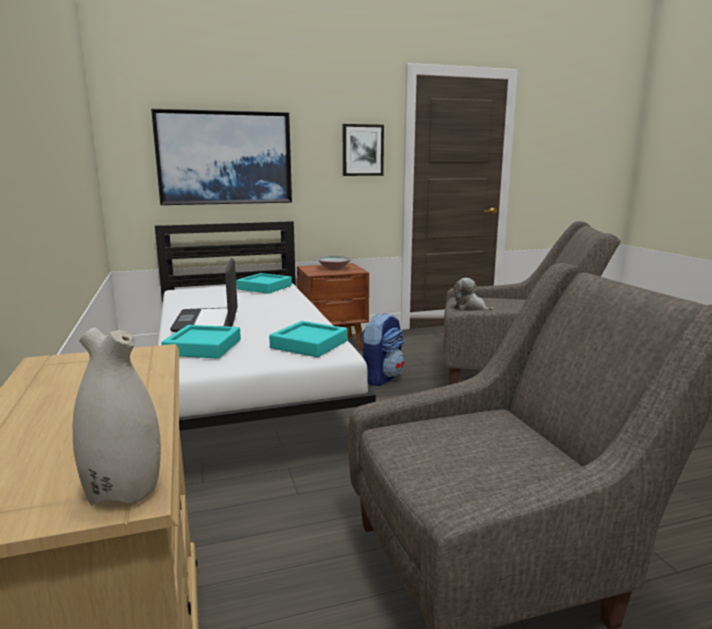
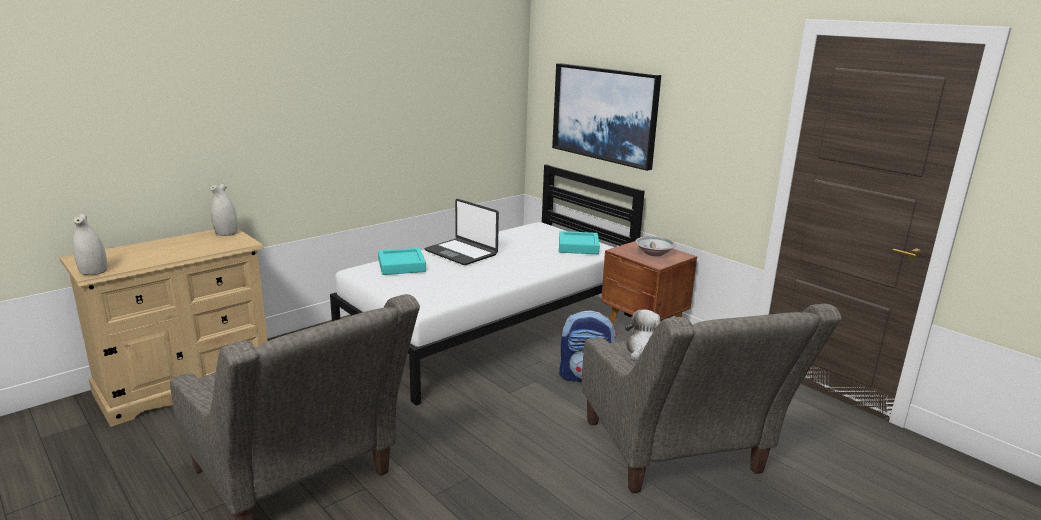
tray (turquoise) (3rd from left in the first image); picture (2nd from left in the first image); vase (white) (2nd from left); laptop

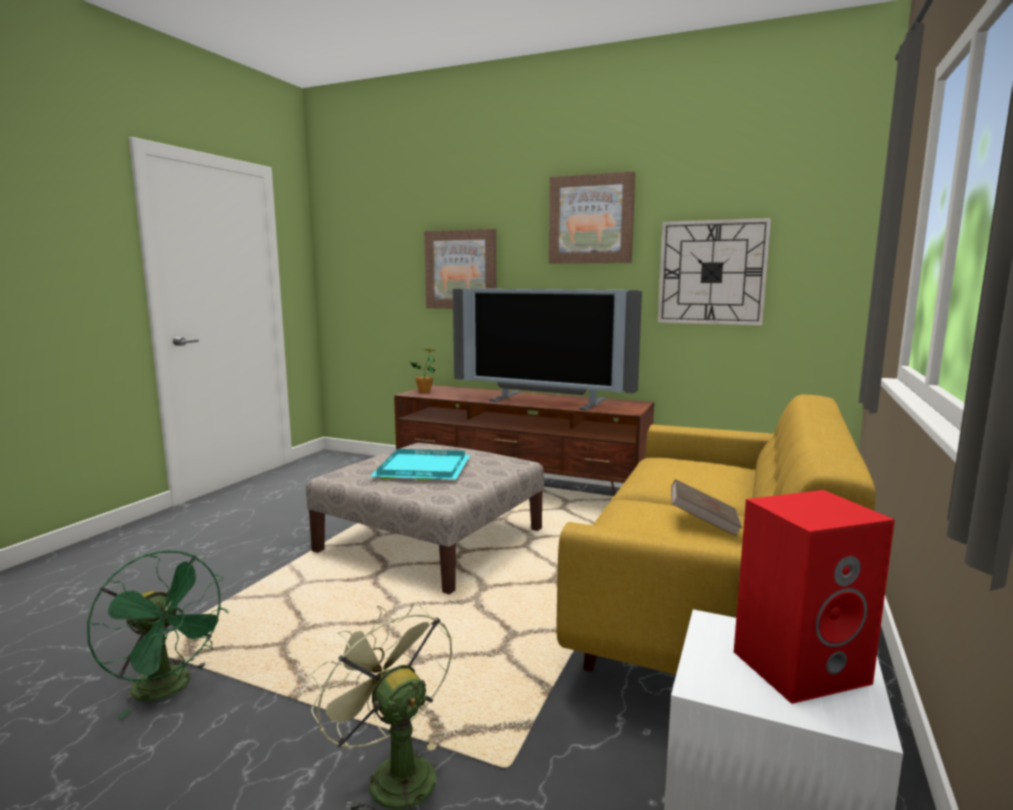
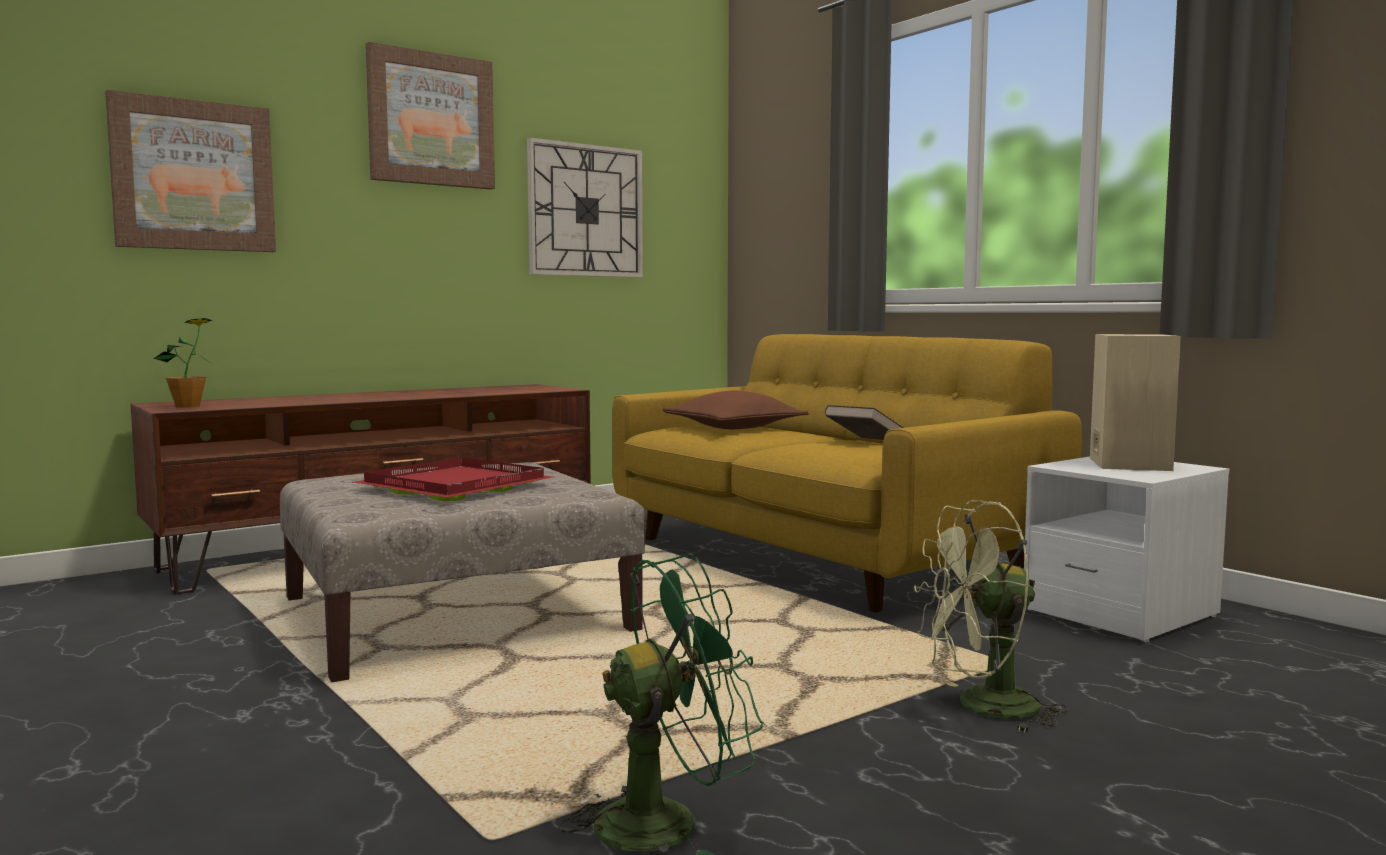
television; pillow (brown); tray (red); speaker (beige)

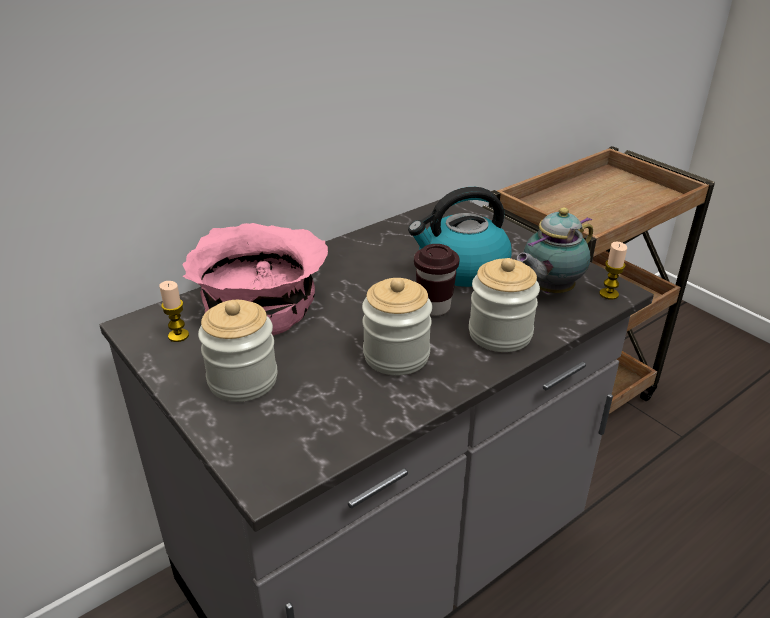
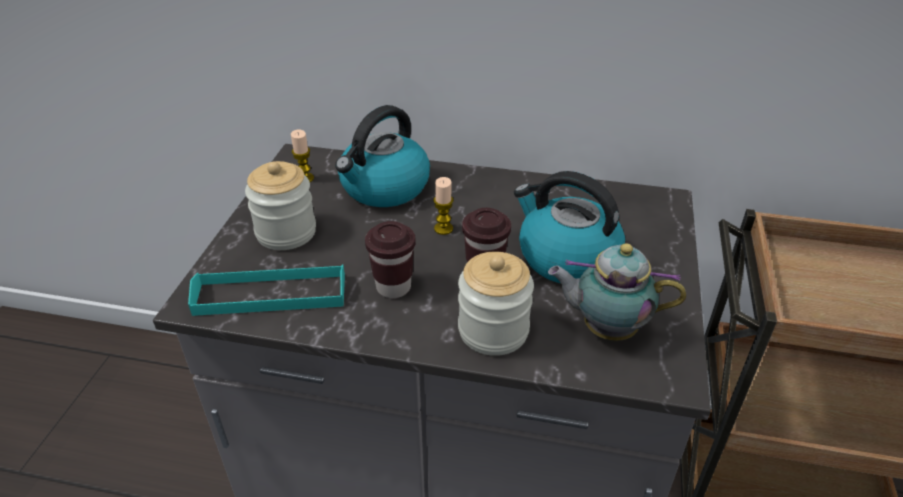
tray (turquoise); candle (2nd from left); kettle (1st from left); cup (brown) (1st from left)

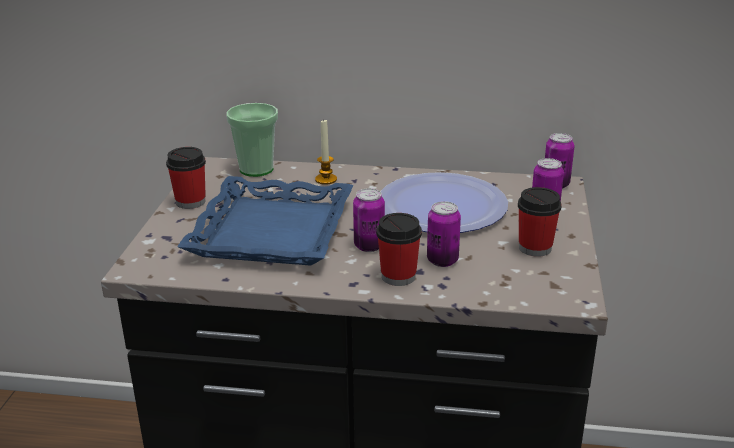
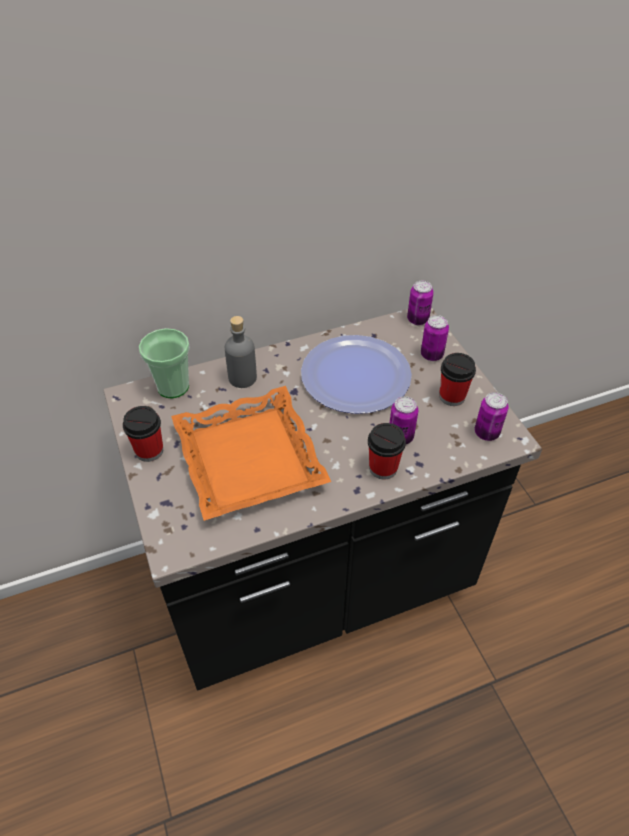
can (4th from left); bottle (grey); tray (orange)

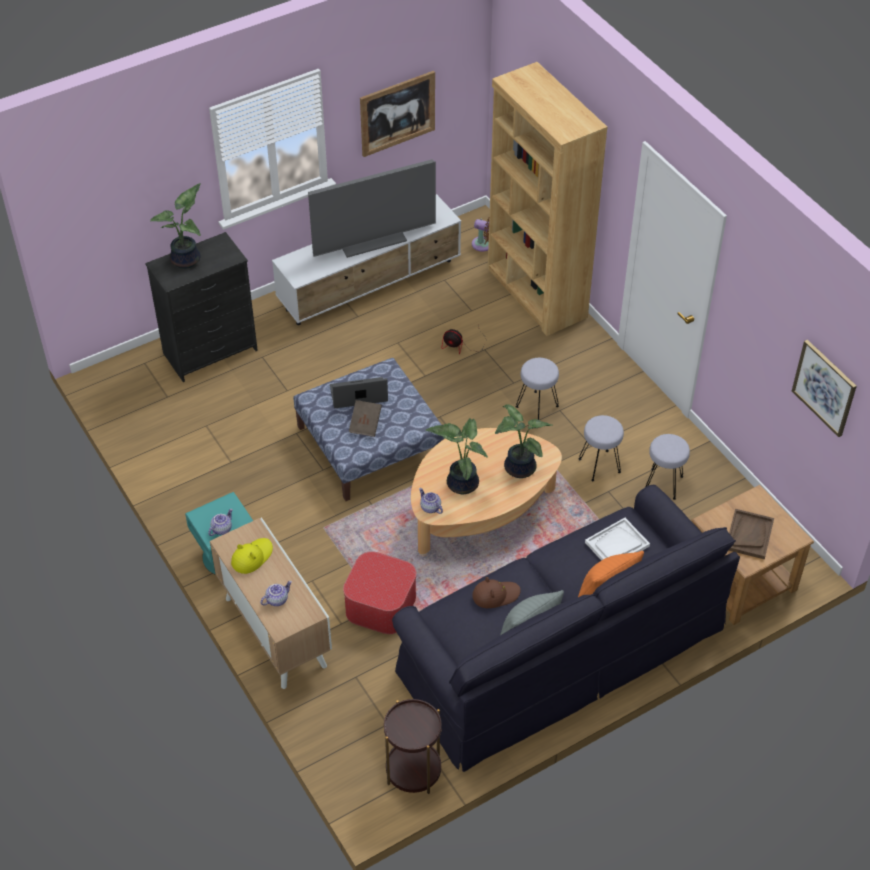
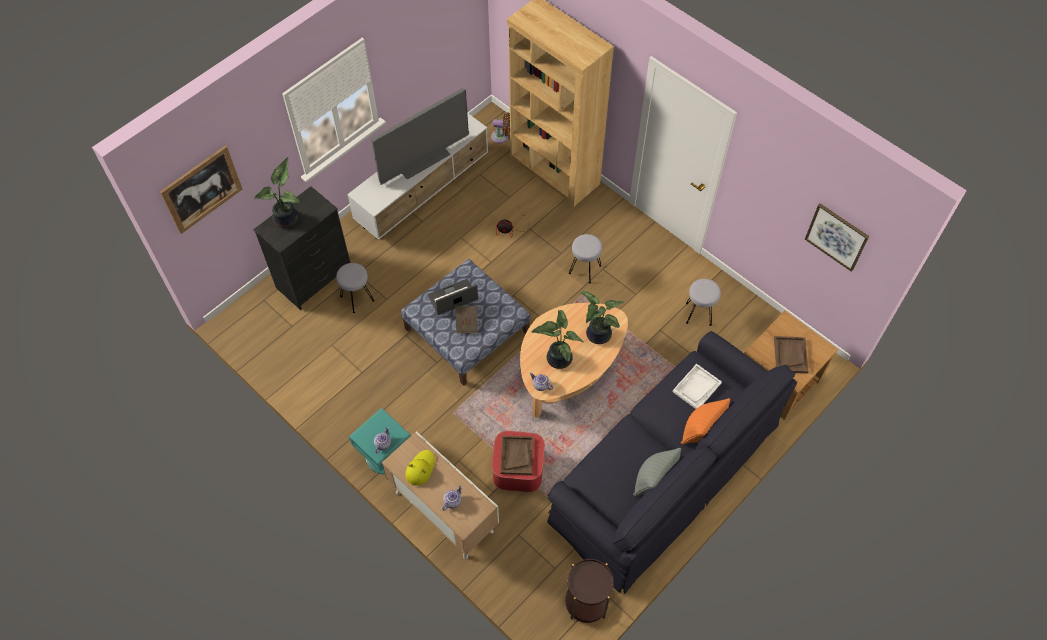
hat (brown); tray (brown) (1st from left); picture (1st from left); stool (grey) (1st from left)

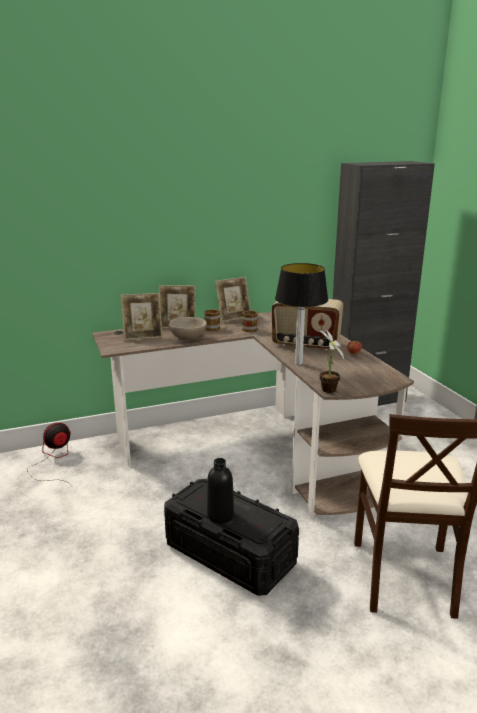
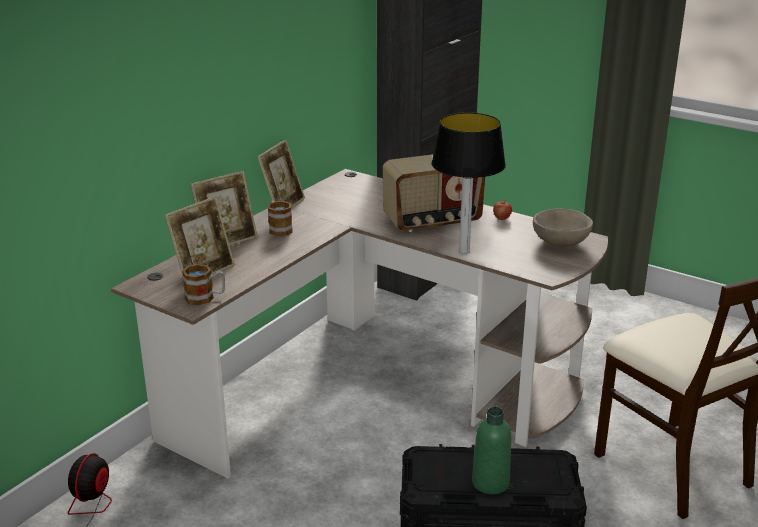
potted plant; bowl (beige); mug (1st from left); bottle (green)

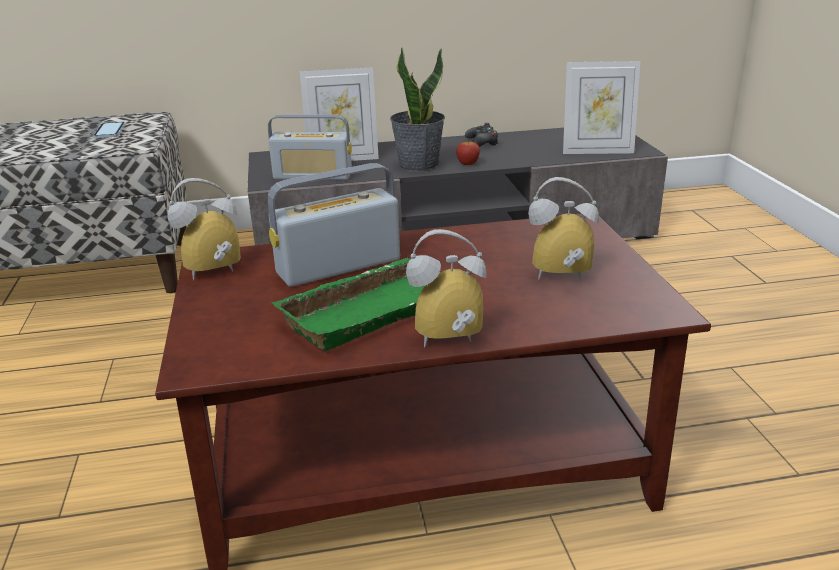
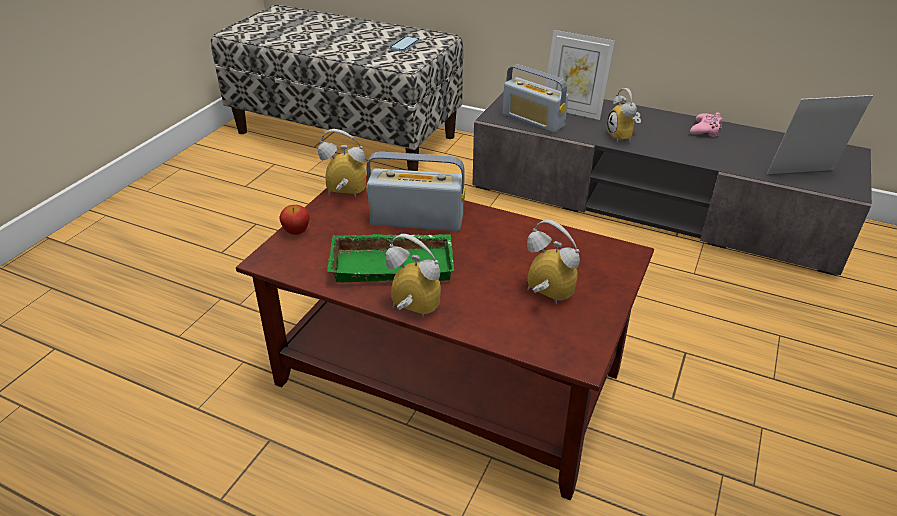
apple; alarm clock (4th from left); game controller (pink); picture frame (2nd from left)

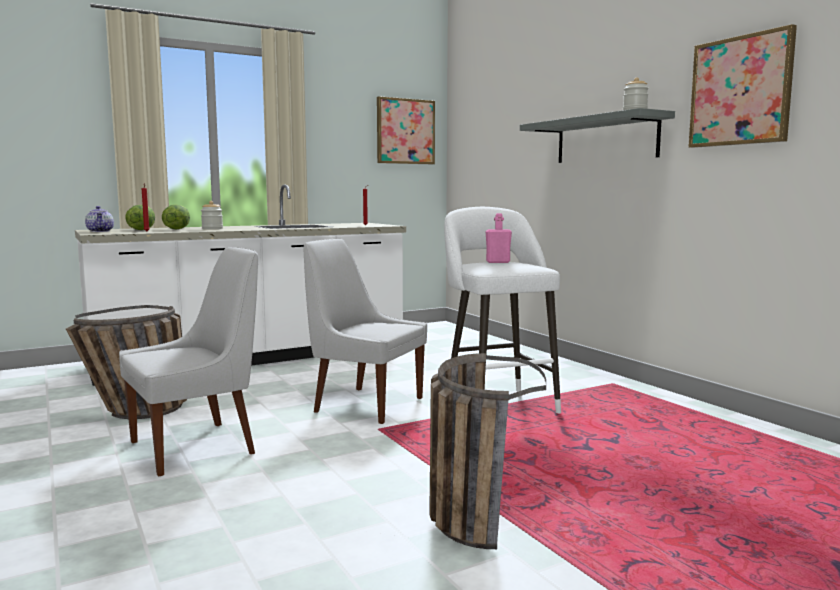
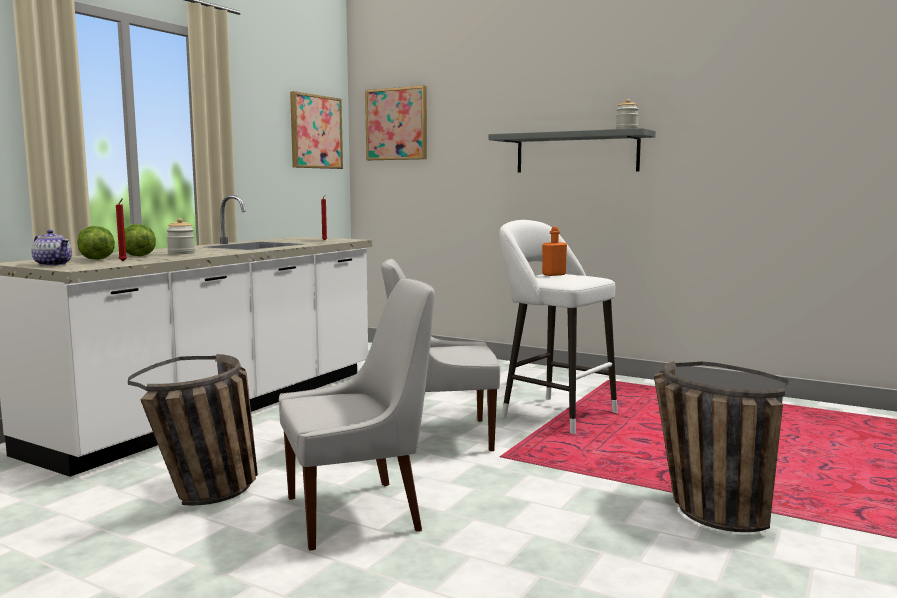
picture (2nd from left); bottle (orange); chair (white) (1st from left)

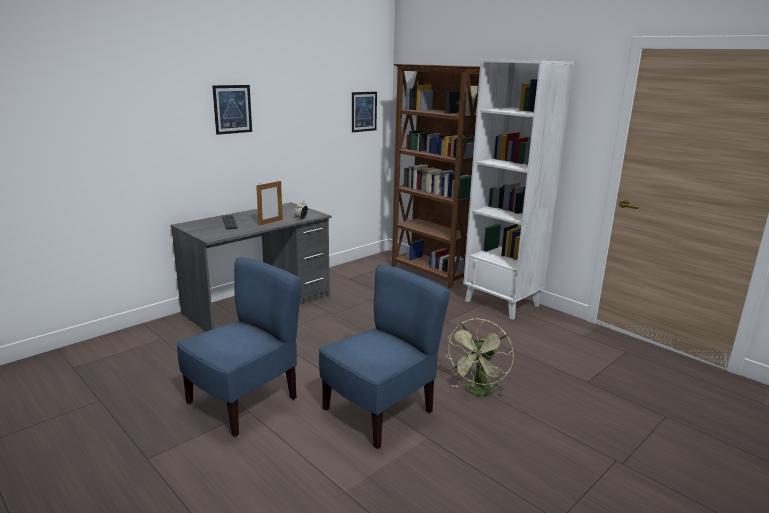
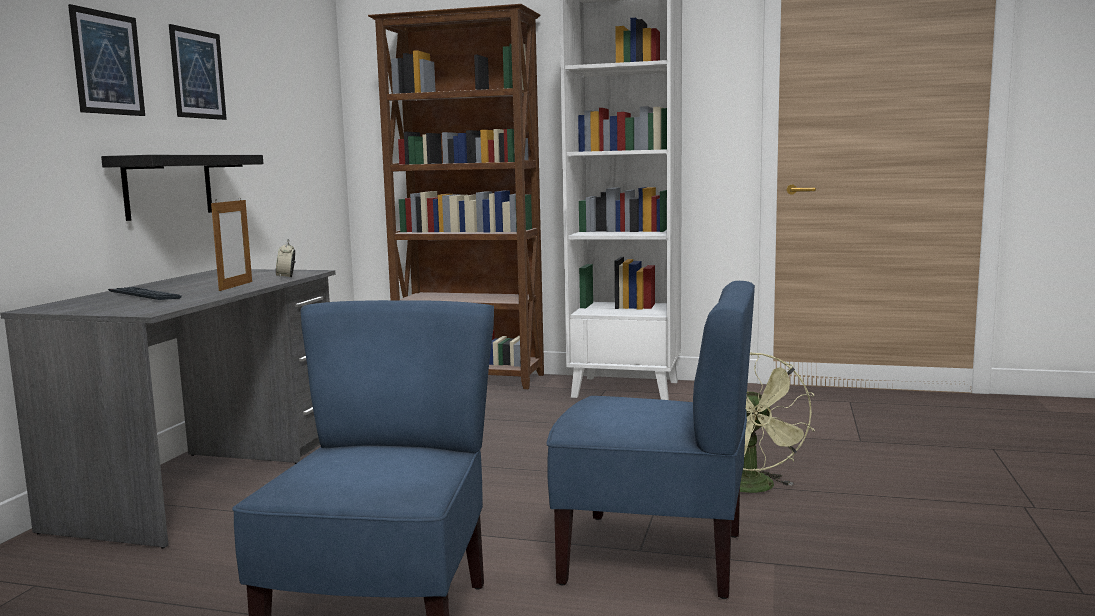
shelf (black); picture (2nd from left); chair (blue) (2nd from left)

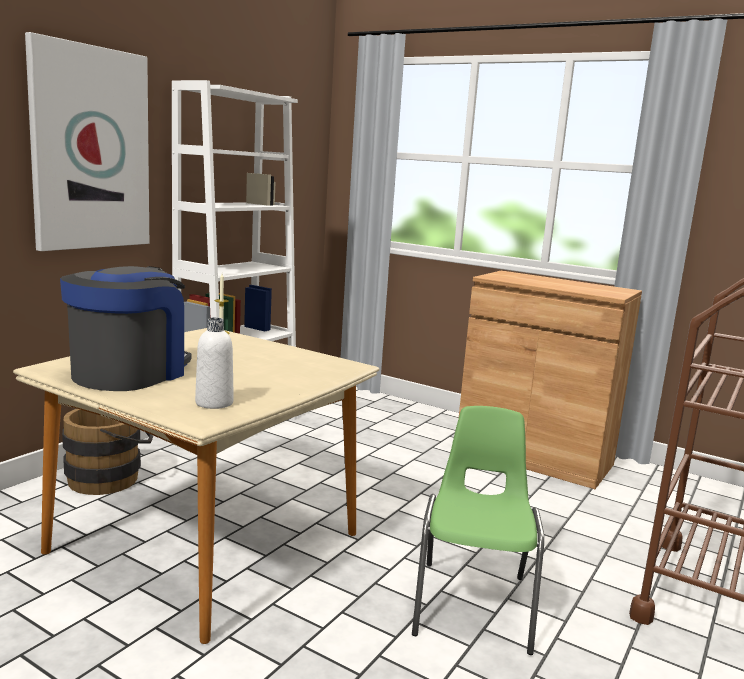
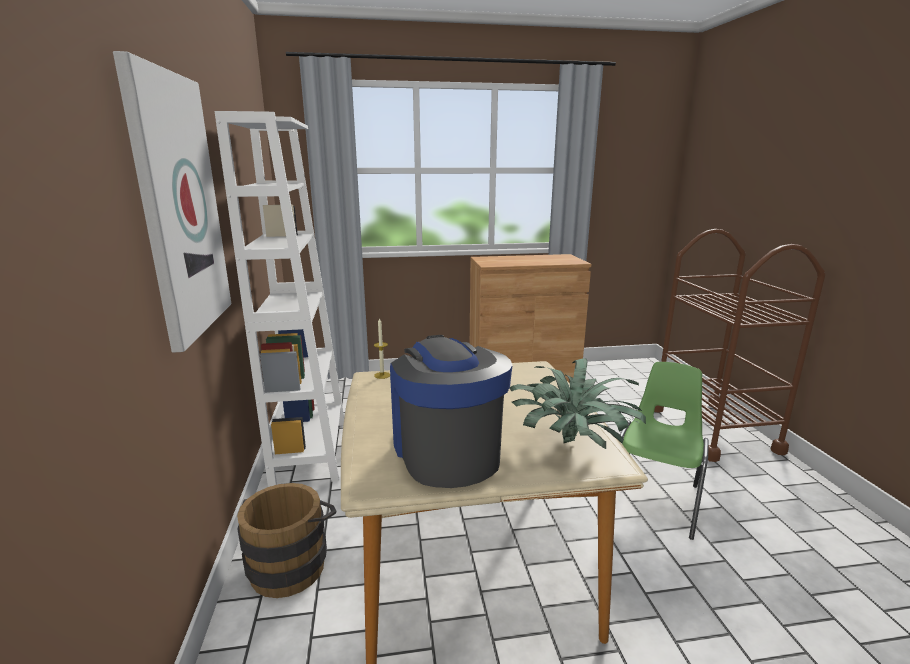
potted plant; chair (green)

